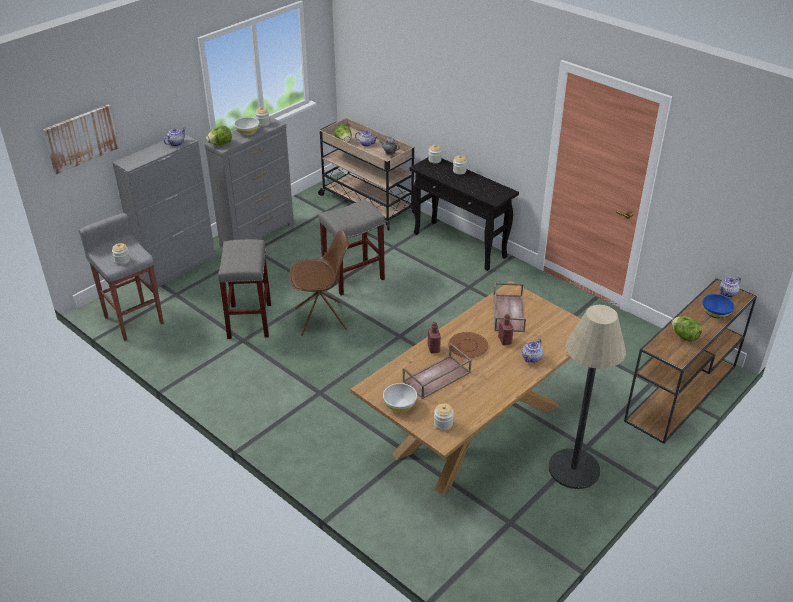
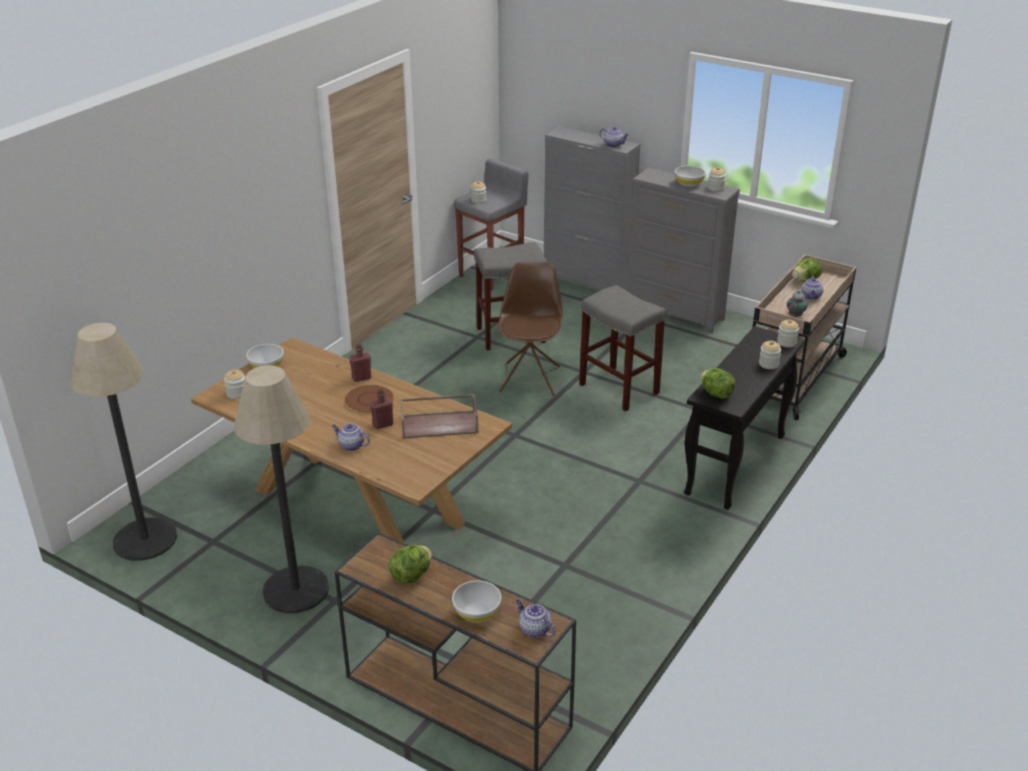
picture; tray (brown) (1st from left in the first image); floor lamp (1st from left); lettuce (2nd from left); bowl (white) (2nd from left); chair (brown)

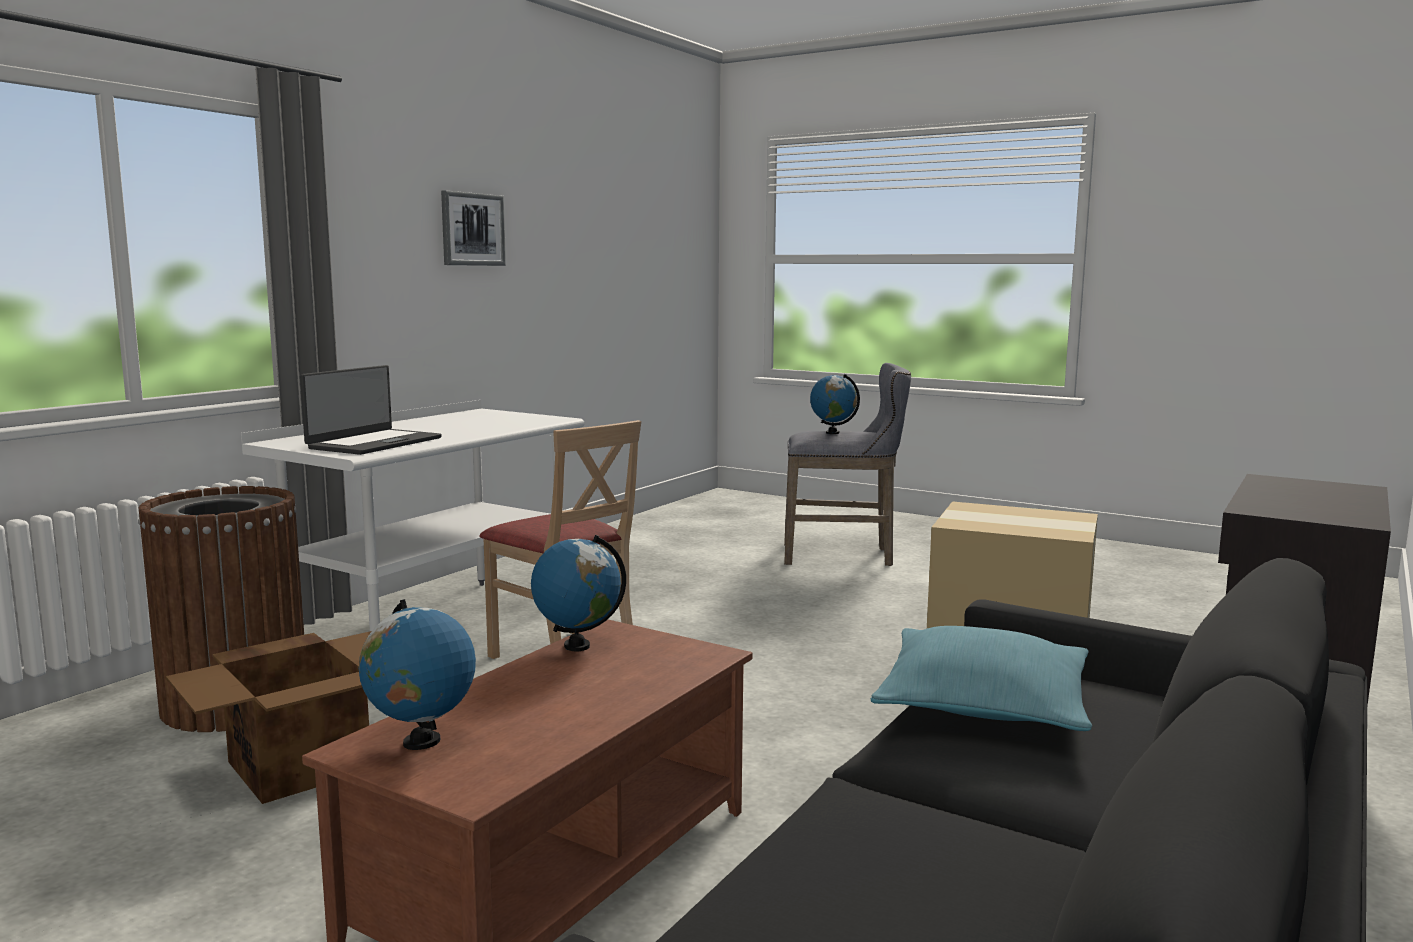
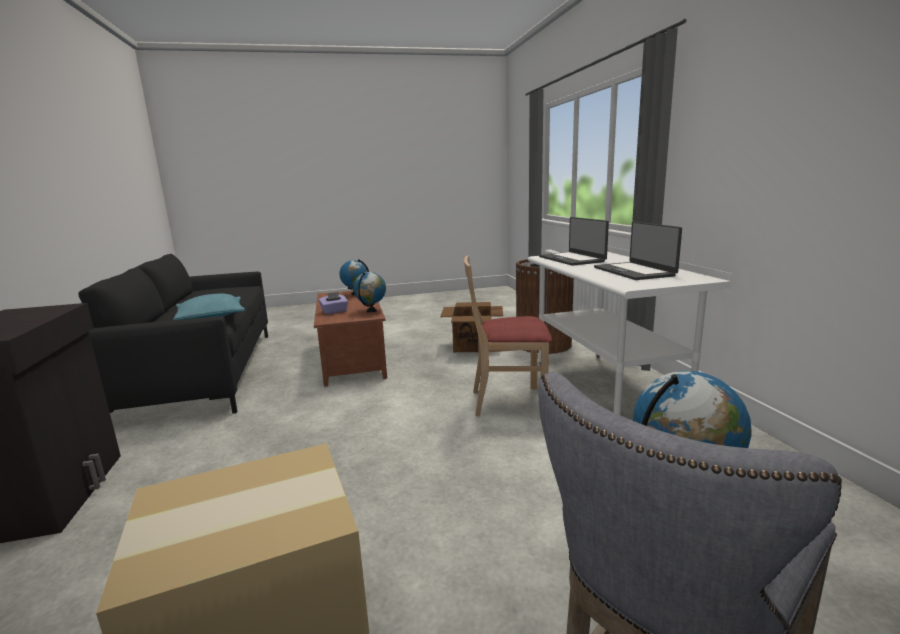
picture; tissue box (purple); laptop (2nd from left)

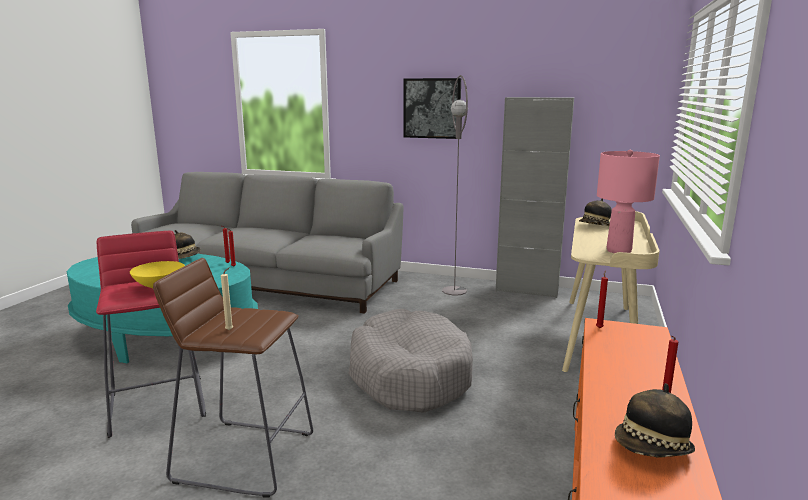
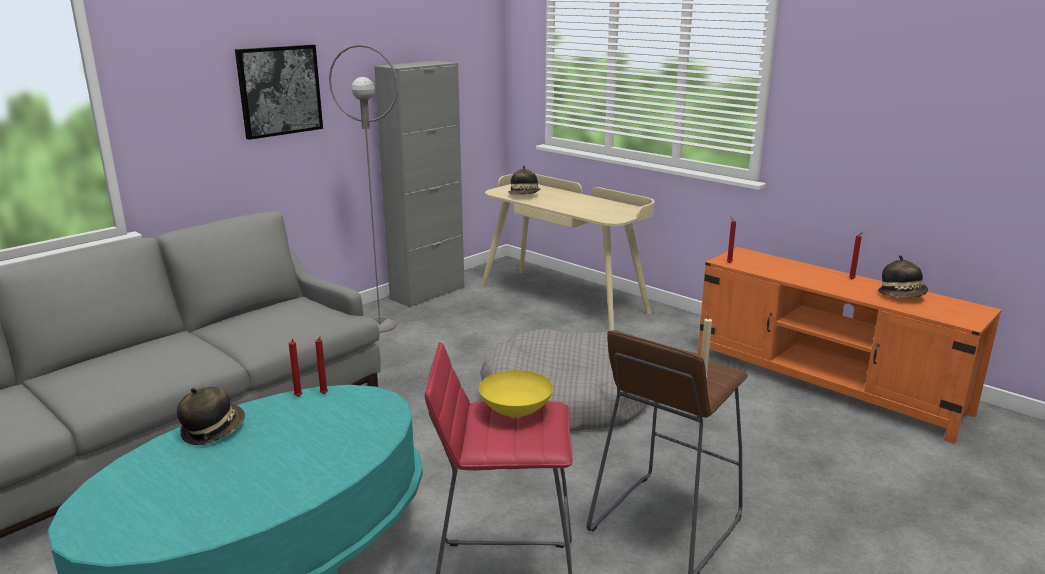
table lamp (pink)

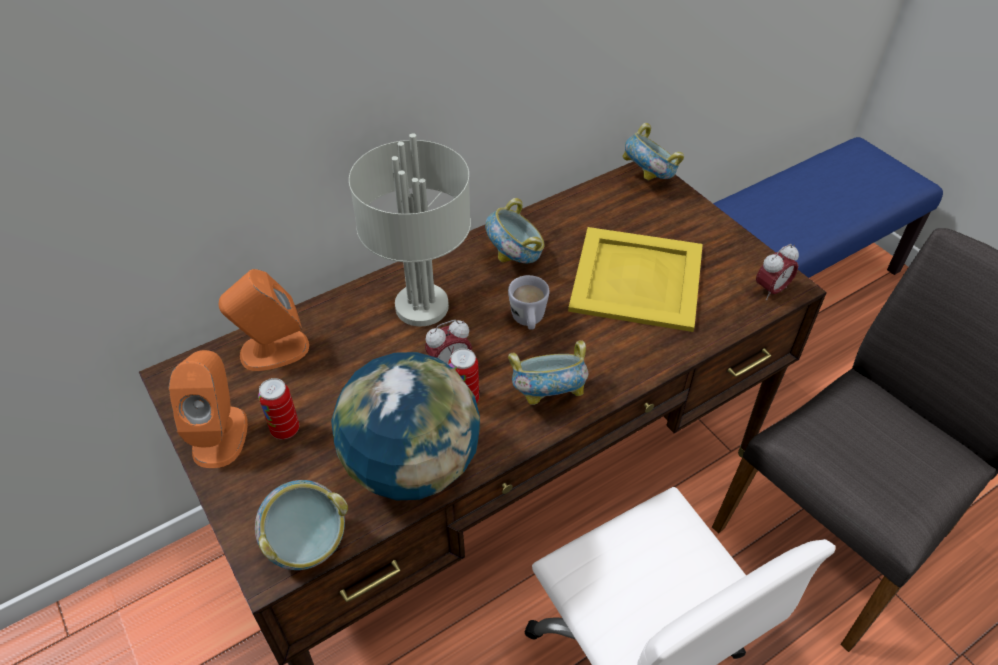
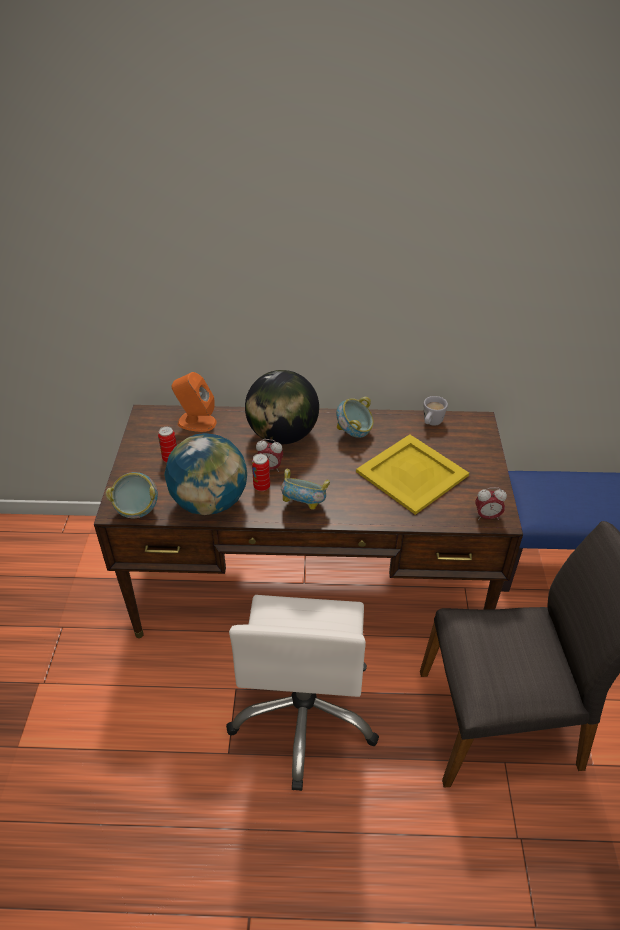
speaker (orange) (1st from left in the first image); bowl (4th from left in the first image); mug (white); globe (2nd from left)

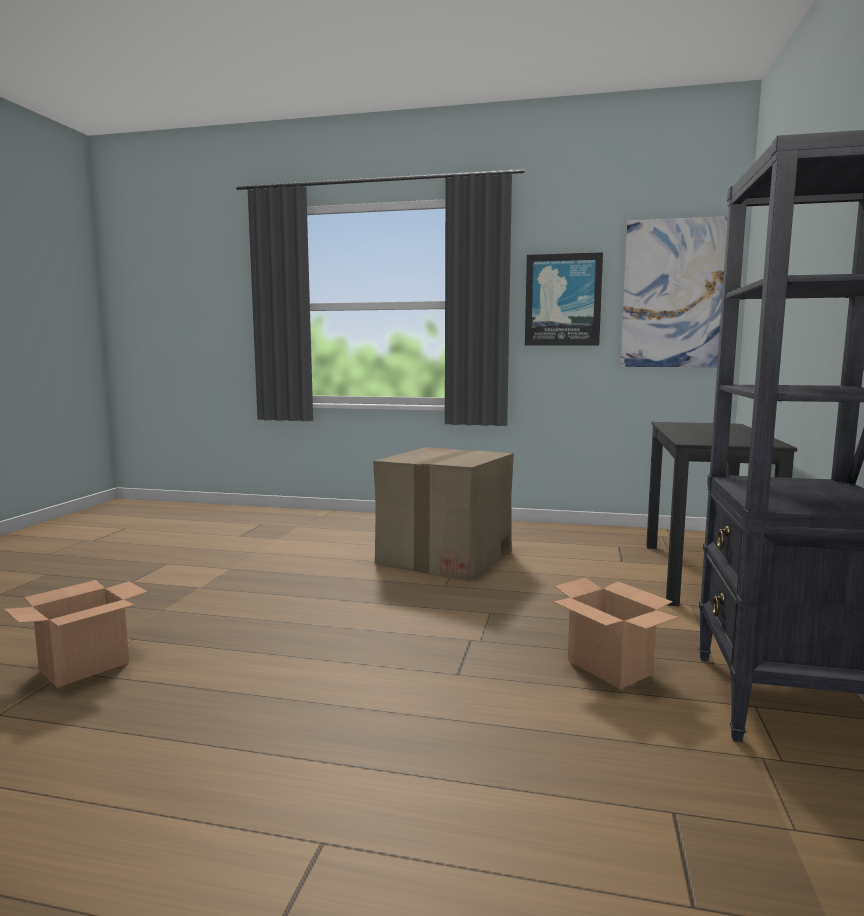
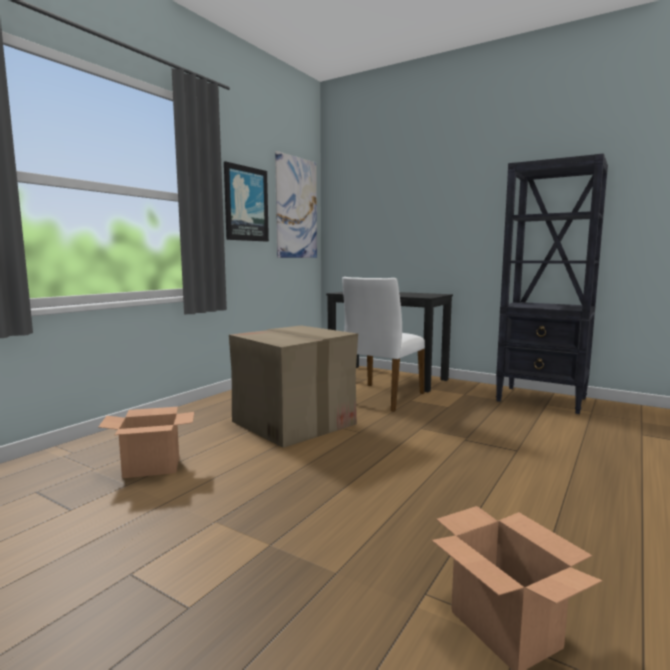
chair (white); cardboard box (1st from left)

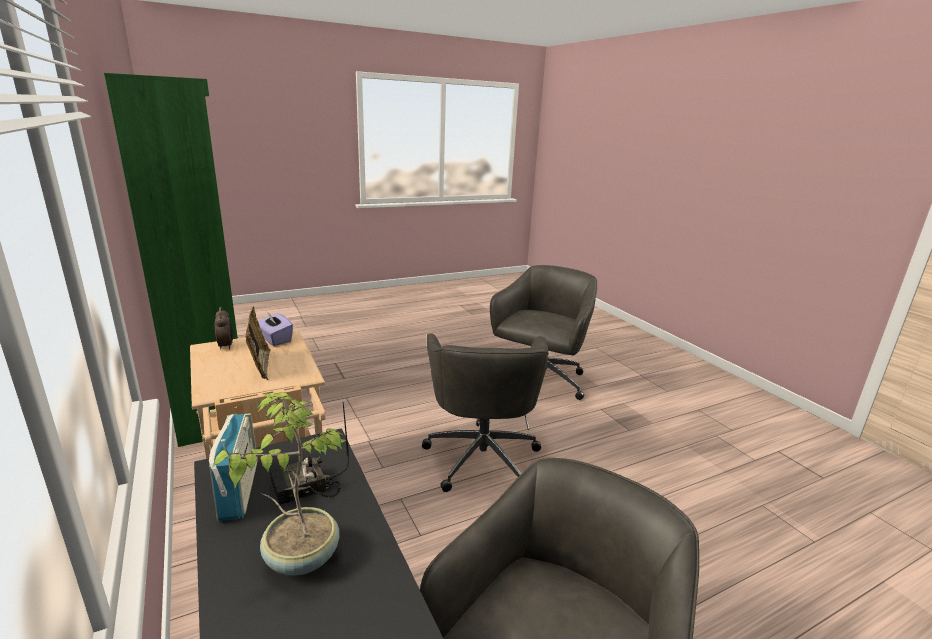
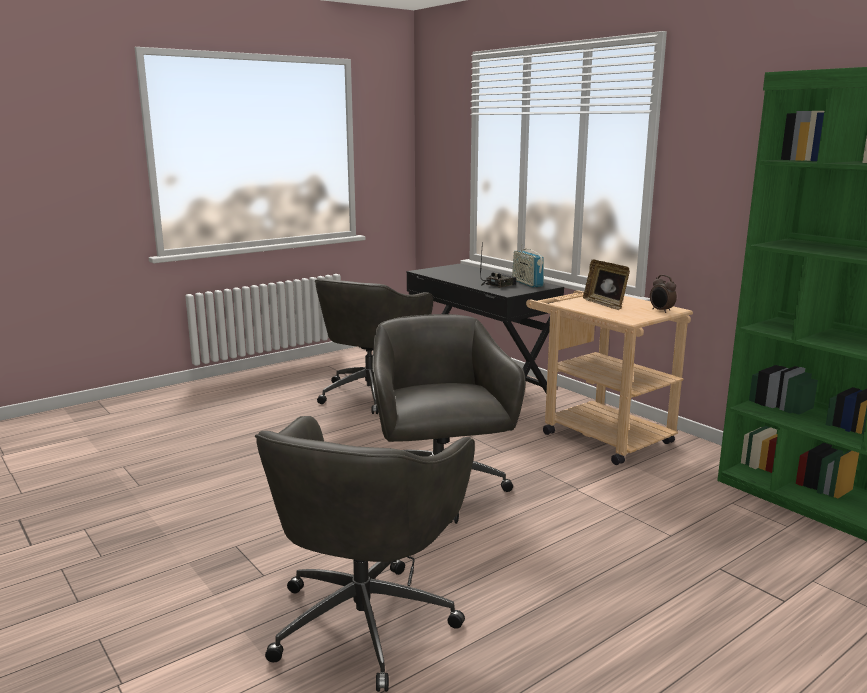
potted plant; tissue box (purple)

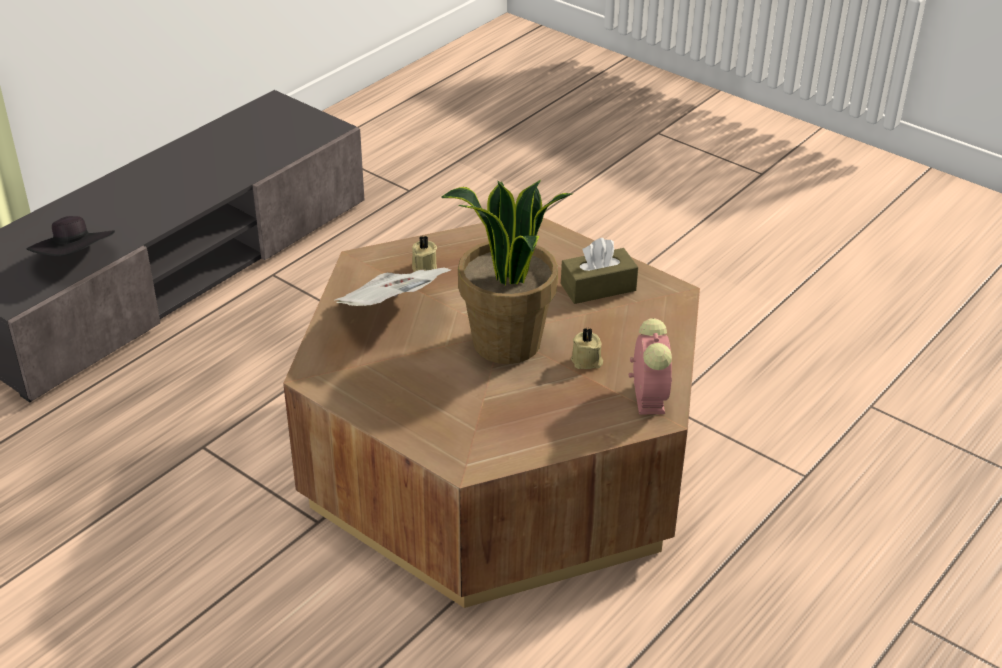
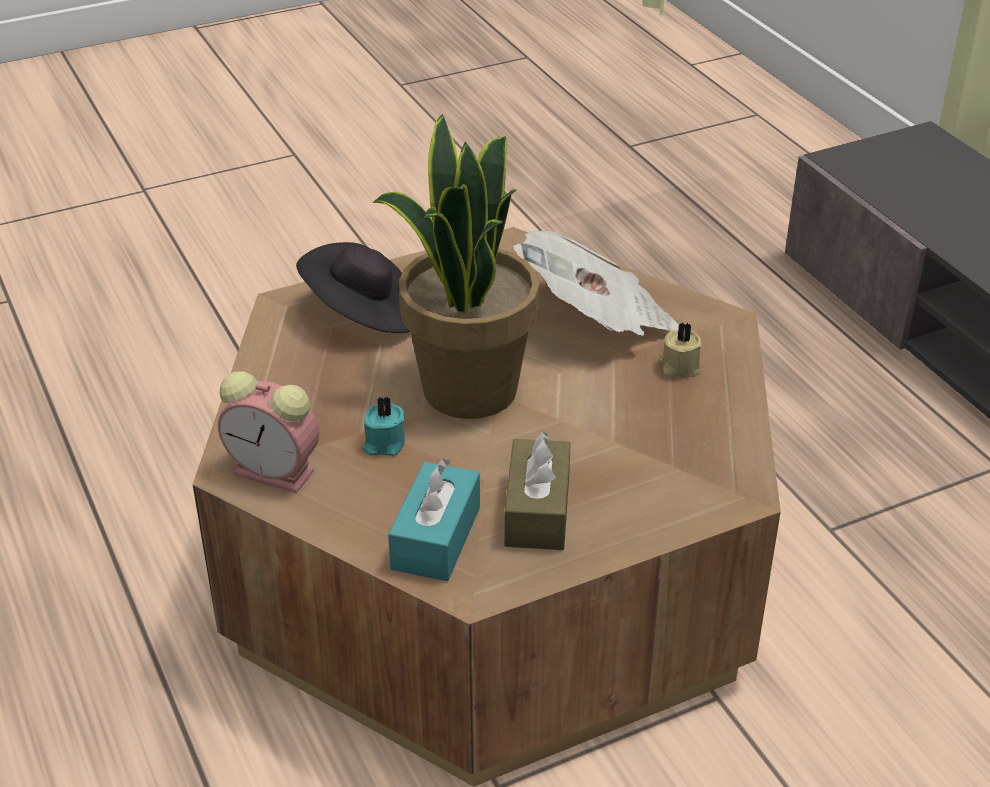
tissue box (turquoise); hat (black); candle (turquoise)

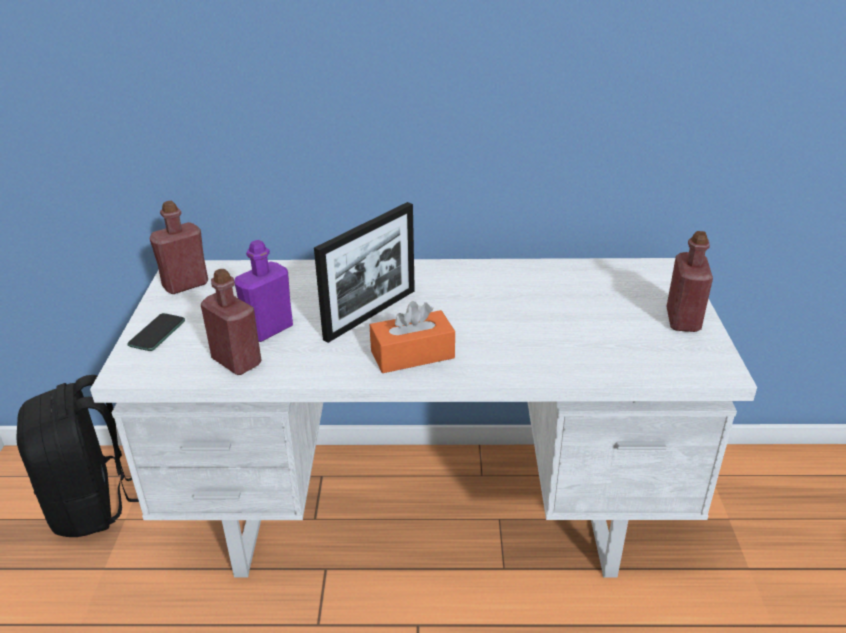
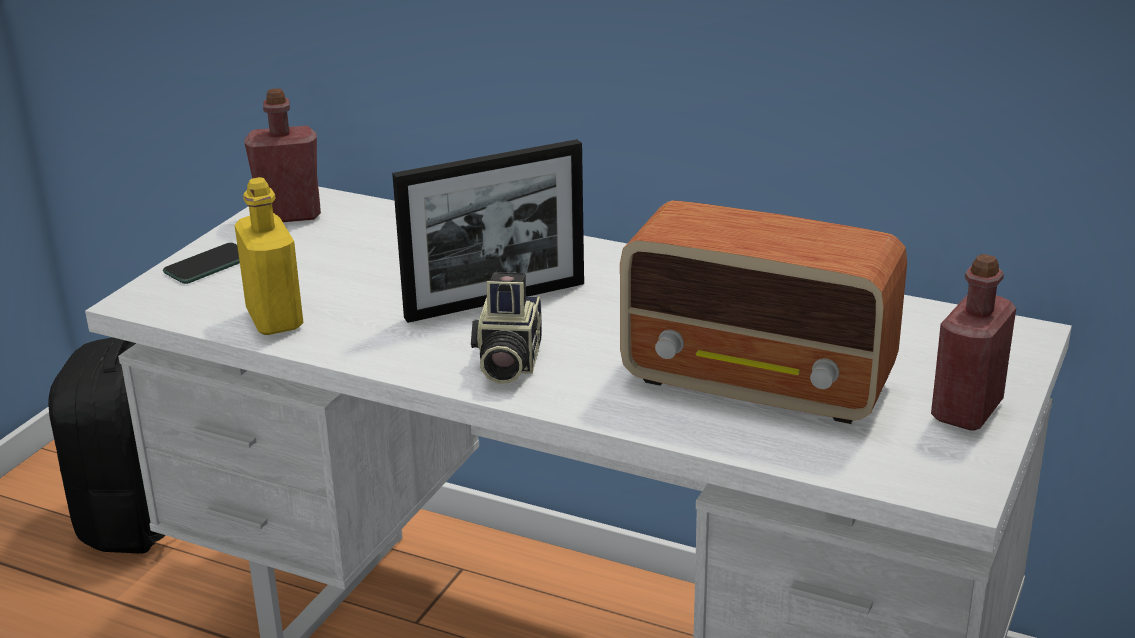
bottle (purple); radio; photo camera; bottle (yellow)

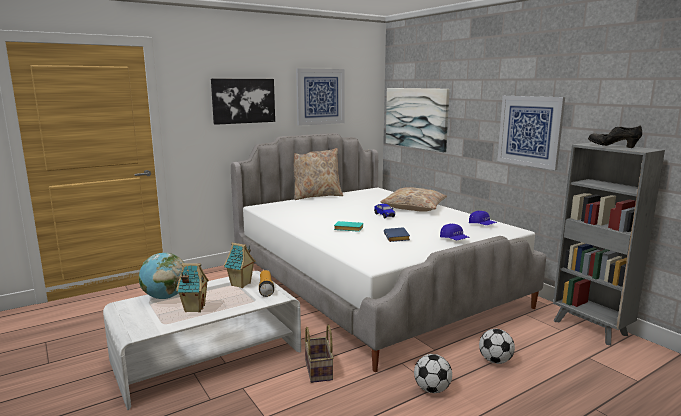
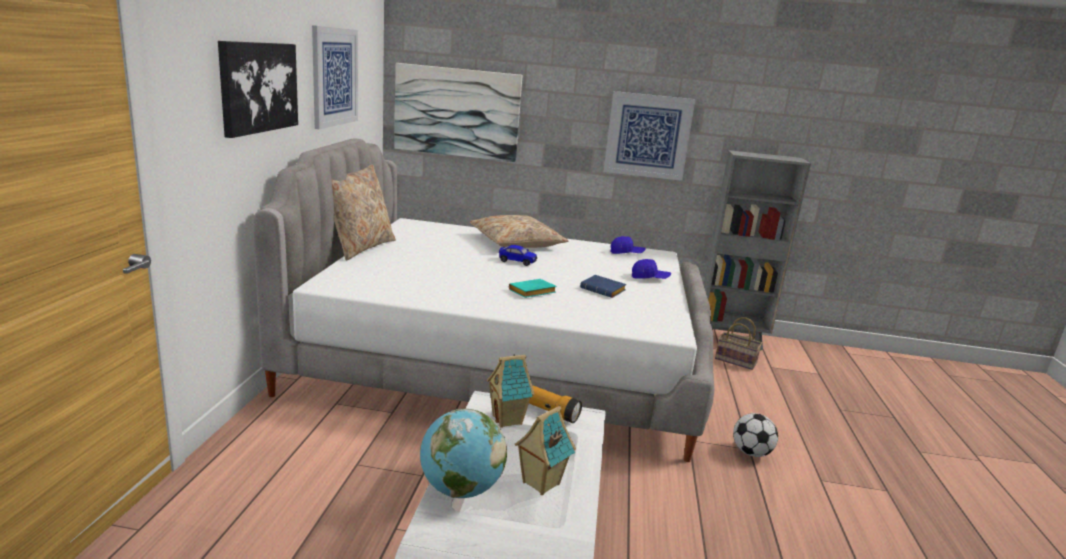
football (2nd from left in the first image); shoe (black); basket

